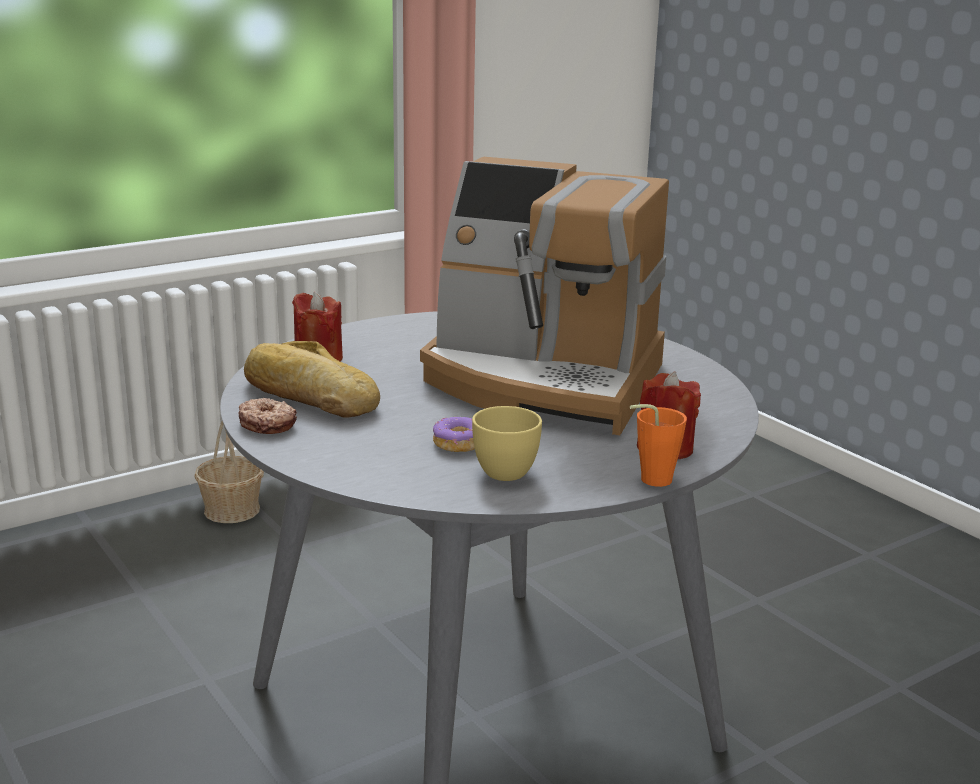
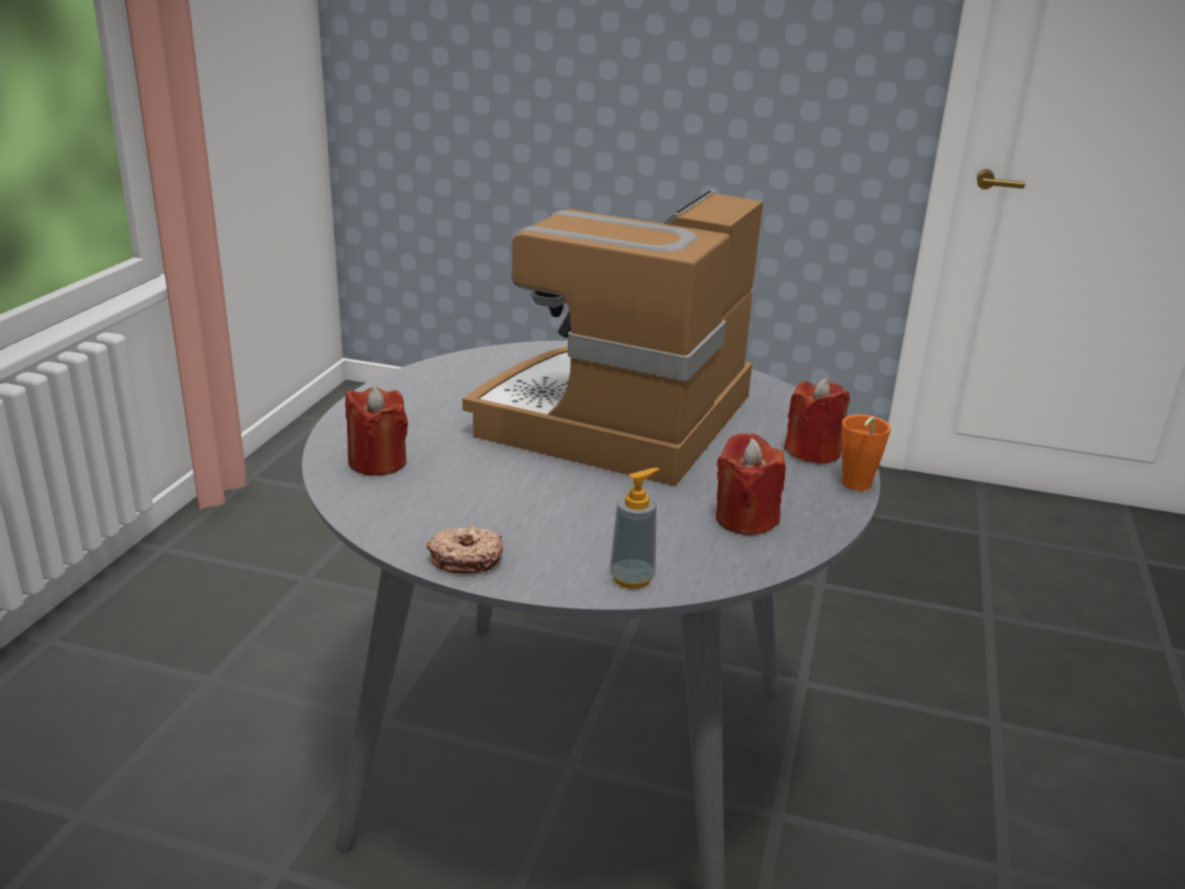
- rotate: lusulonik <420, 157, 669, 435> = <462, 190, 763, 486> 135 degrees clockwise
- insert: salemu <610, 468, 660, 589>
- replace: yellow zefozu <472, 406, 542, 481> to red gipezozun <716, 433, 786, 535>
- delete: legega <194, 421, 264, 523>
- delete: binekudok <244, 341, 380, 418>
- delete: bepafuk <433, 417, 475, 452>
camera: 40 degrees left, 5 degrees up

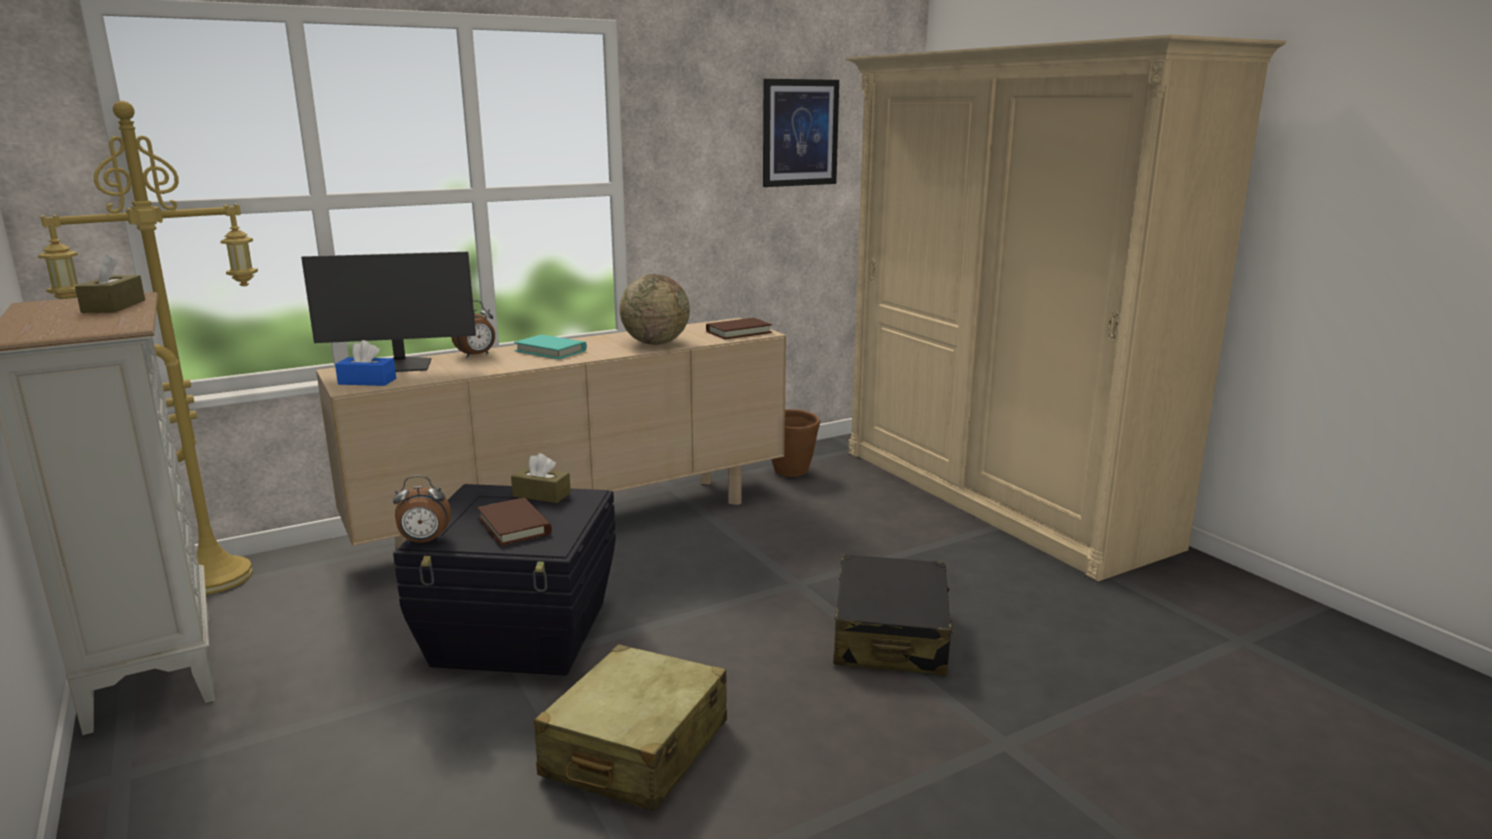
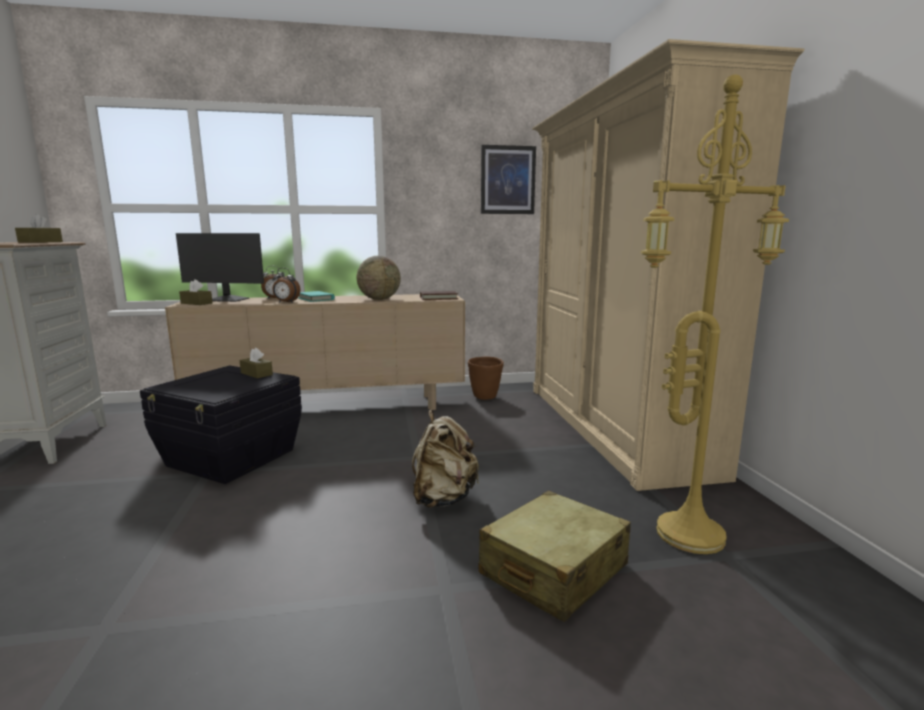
- recolor: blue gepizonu <335, 340, 396, 386> to brown gepizonu <179, 279, 213, 305>
- move: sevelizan <393, 476, 451, 544> to <272, 268, 300, 303>
- replace: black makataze <833, 555, 954, 676> to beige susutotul <412, 409, 479, 508>
- move: beige makataze <534, 644, 727, 812> to <478, 491, 631, 622>
- move: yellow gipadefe <38, 101, 258, 595> to <641, 74, 789, 554>
- delete: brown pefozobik <477, 498, 552, 546>
camera: 20 degrees right, 5 degrees down

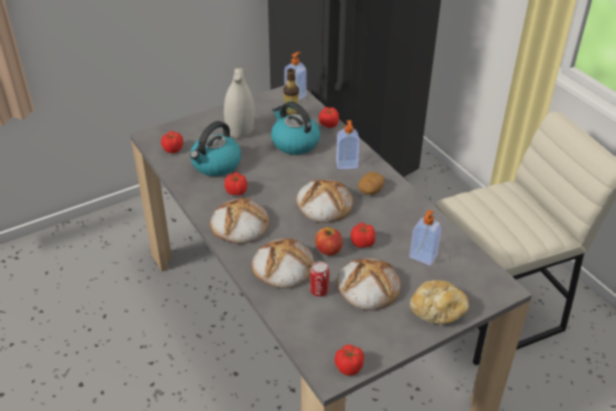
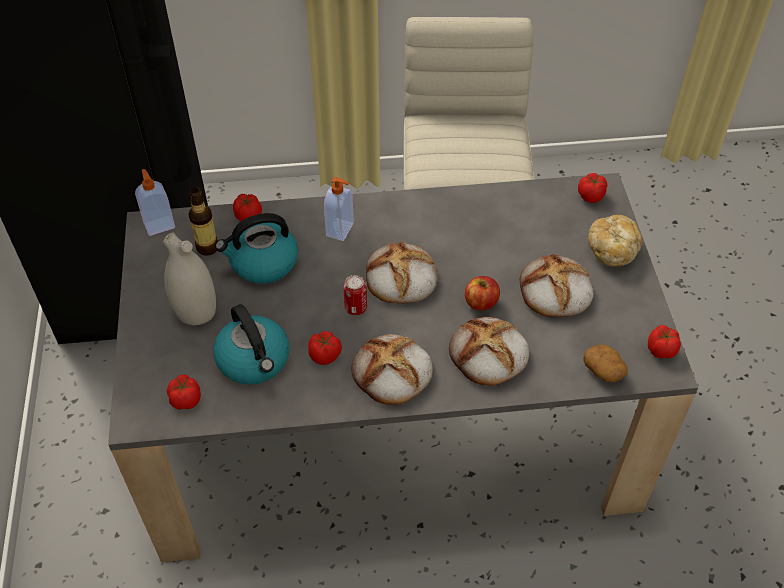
- move: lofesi <310, 261, 330, 297> to <344, 275, 367, 315>
- move: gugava <351, 223, 375, 248> to <578, 173, 607, 203>
- move: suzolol <358, 172, 385, 195> to <583, 344, 628, 382>
- delete: salemu <409, 210, 442, 266>
camera: 65 degrees left, 10 degrees up

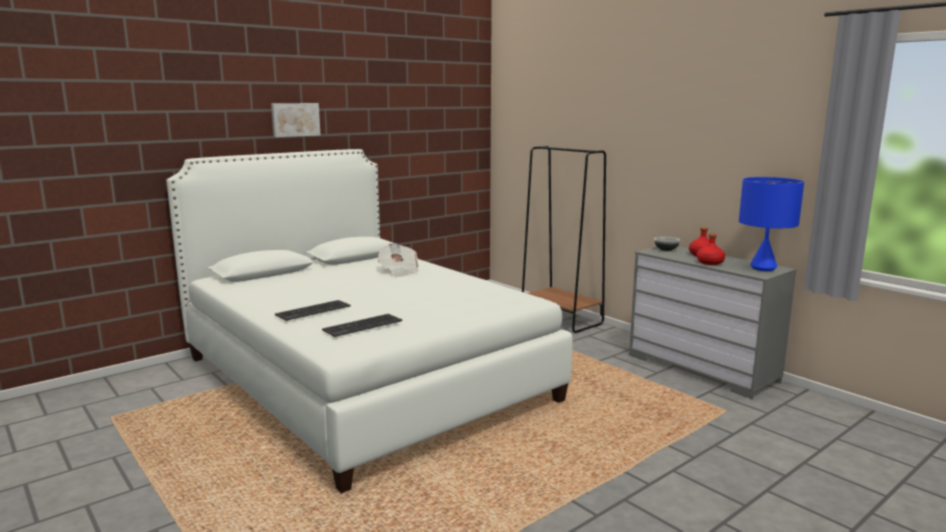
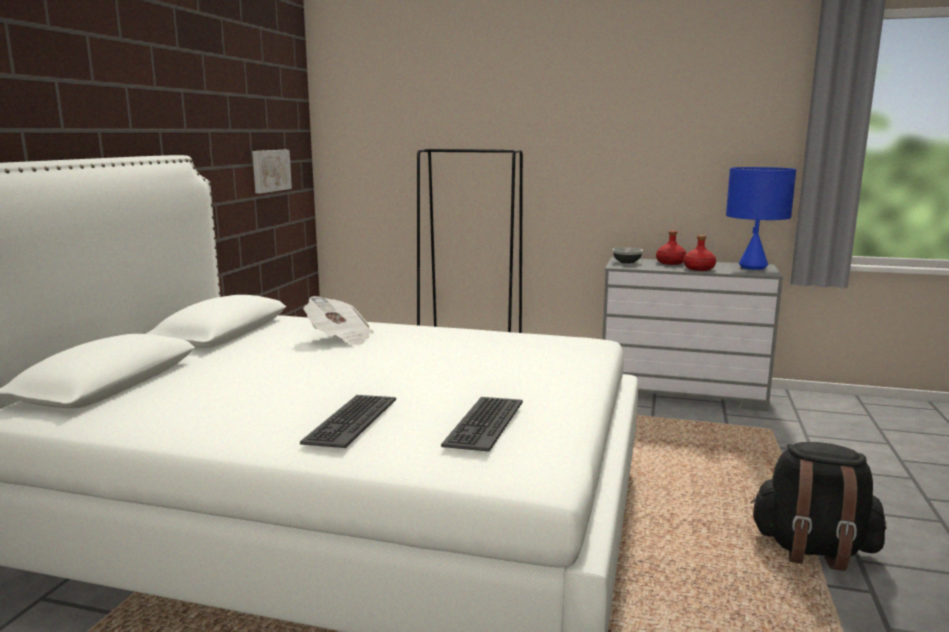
- move: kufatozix <271, 103, 320, 137> to <252, 150, 292, 193>
- insert: black susutotul <751, 442, 887, 571>
camera: 35 degrees left, 0 degrees up

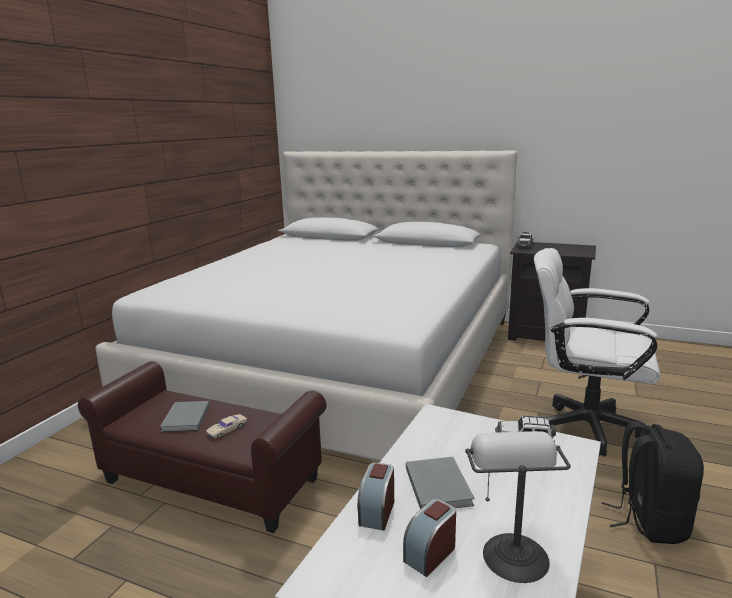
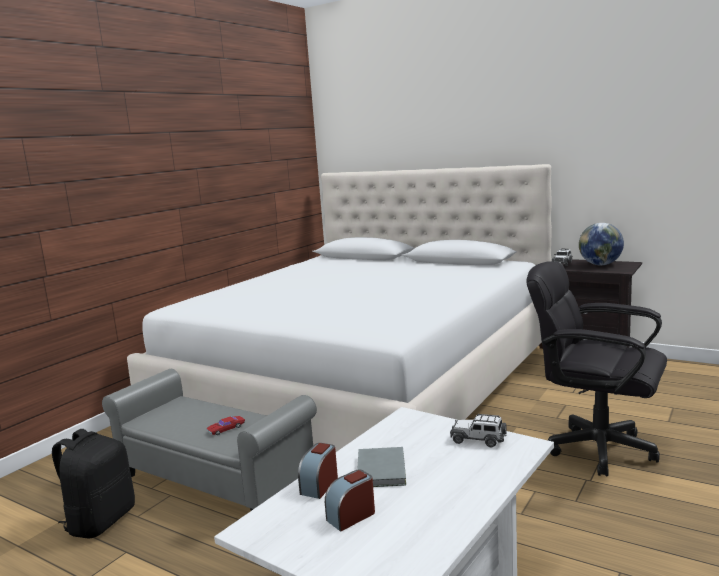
- move: black susutotul <602, 421, 704, 544> to <52, 429, 135, 539>
- recolor: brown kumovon <78, 361, 326, 533> to grey kumovon <102, 369, 317, 511>
- recolor: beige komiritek <206, 414, 247, 438> to red komiritek <207, 416, 245, 435>
- recolor: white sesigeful <534, 248, 660, 457> to black sesigeful <526, 261, 667, 476>
- insert: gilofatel <579, 223, 624, 265>
- delete: grey pefozobik <160, 401, 210, 432>
- delete: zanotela <465, 431, 571, 583>
camera: 10 degrees right, 5 degrees down

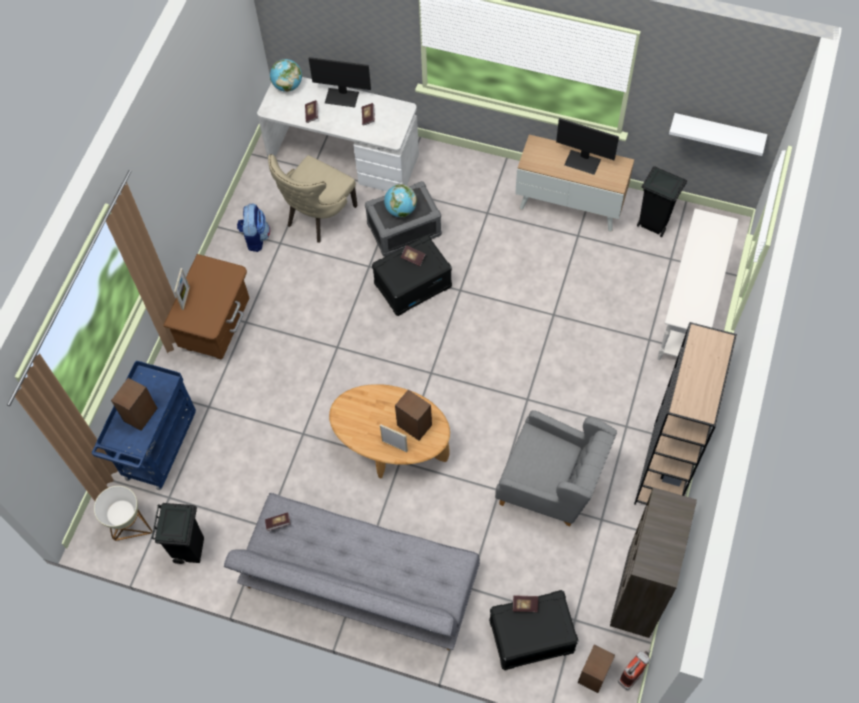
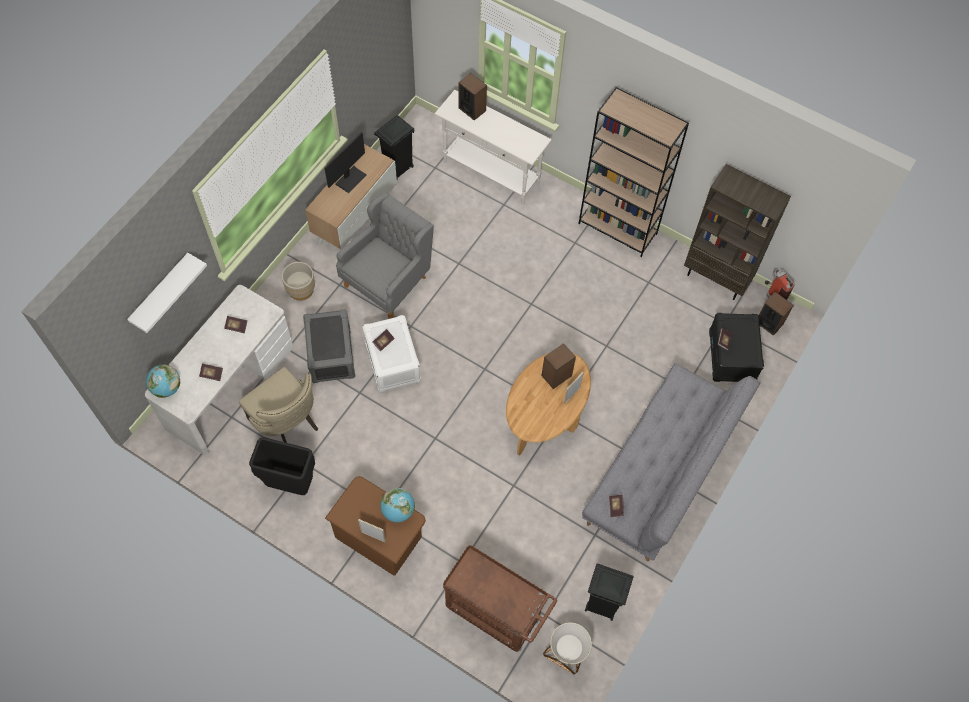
- move: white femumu <669, 113, 767, 156> to <127, 253, 207, 333>
- replace: susutotul <237, 203, 270, 252> to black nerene <249, 437, 315, 495>
- insert: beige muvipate <282, 262, 315, 301>
- move: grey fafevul <495, 410, 617, 526> to <336, 192, 434, 319>
- recolor: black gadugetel <372, 235, 452, 316> to white gadugetel <362, 315, 421, 392>
- move: gilofatel <384, 184, 417, 218> to <380, 488, 415, 522>
- recolor: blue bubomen <92, 361, 196, 490> to brown bubomen <443, 545, 557, 652>
- move: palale <111, 378, 158, 431> to <458, 73, 487, 120>
- delete: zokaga <309, 57, 371, 107>
camera: 80 degrees left, 0 degrees up

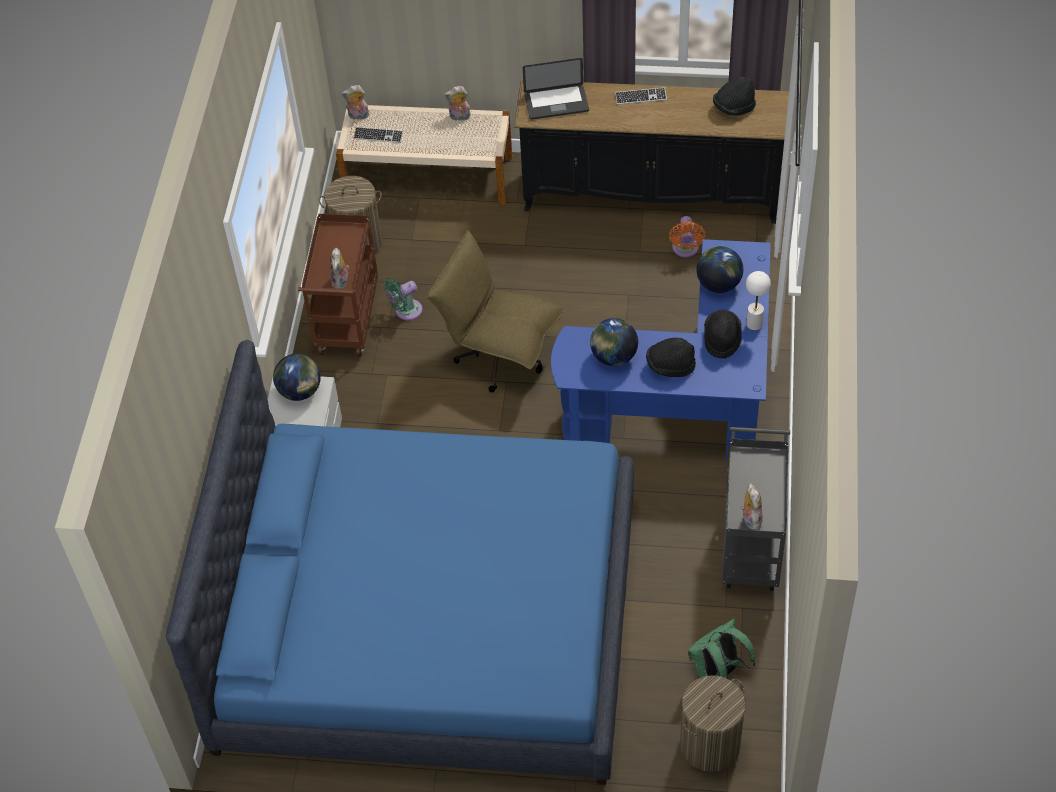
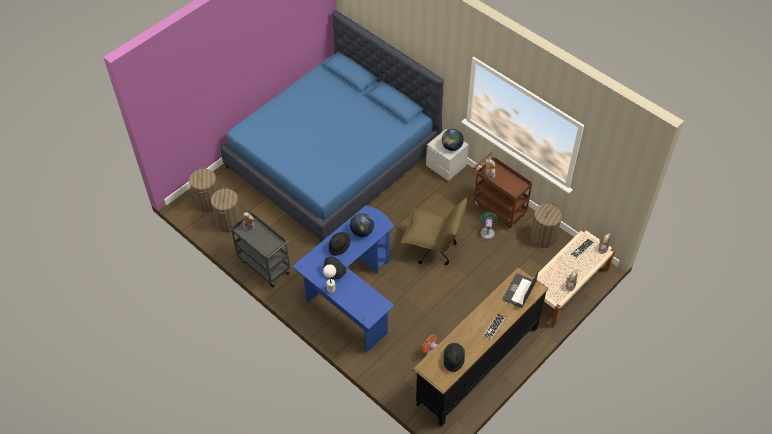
- replace: green susutotul <688, 619, 755, 679> to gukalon <211, 187, 242, 233>
- rotate: beige sesigeful <427, 230, 565, 392> = <401, 198, 467, 265> 45 degrees clockwise
- delete: gilofatel <696, 246, 743, 293>
camera: 125 degrees right, 0 degrees up

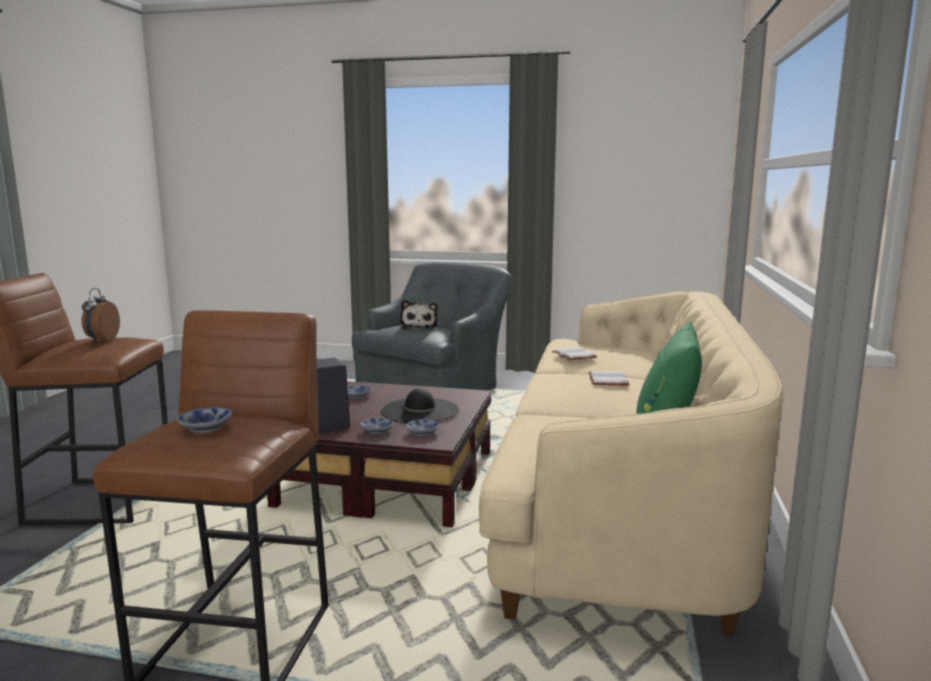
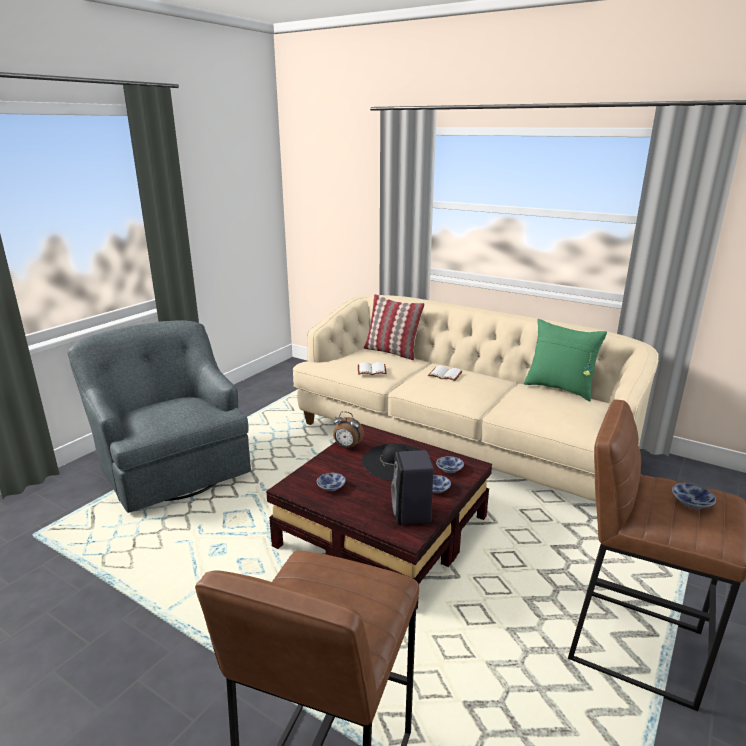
- move: sevelizan <81, 288, 120, 343> to <333, 411, 364, 449>
- insert: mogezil <364, 294, 425, 360>
- delete: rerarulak <400, 299, 438, 330>
camera: 70 degrees left, 10 degrees up

